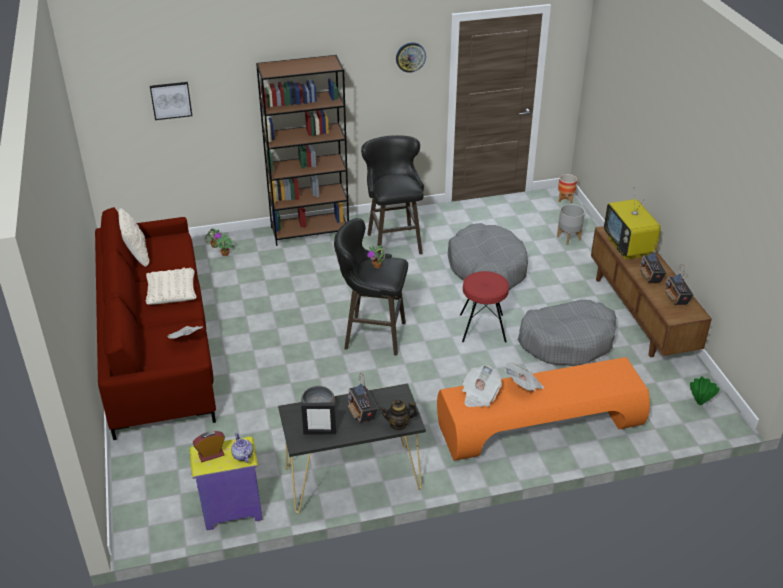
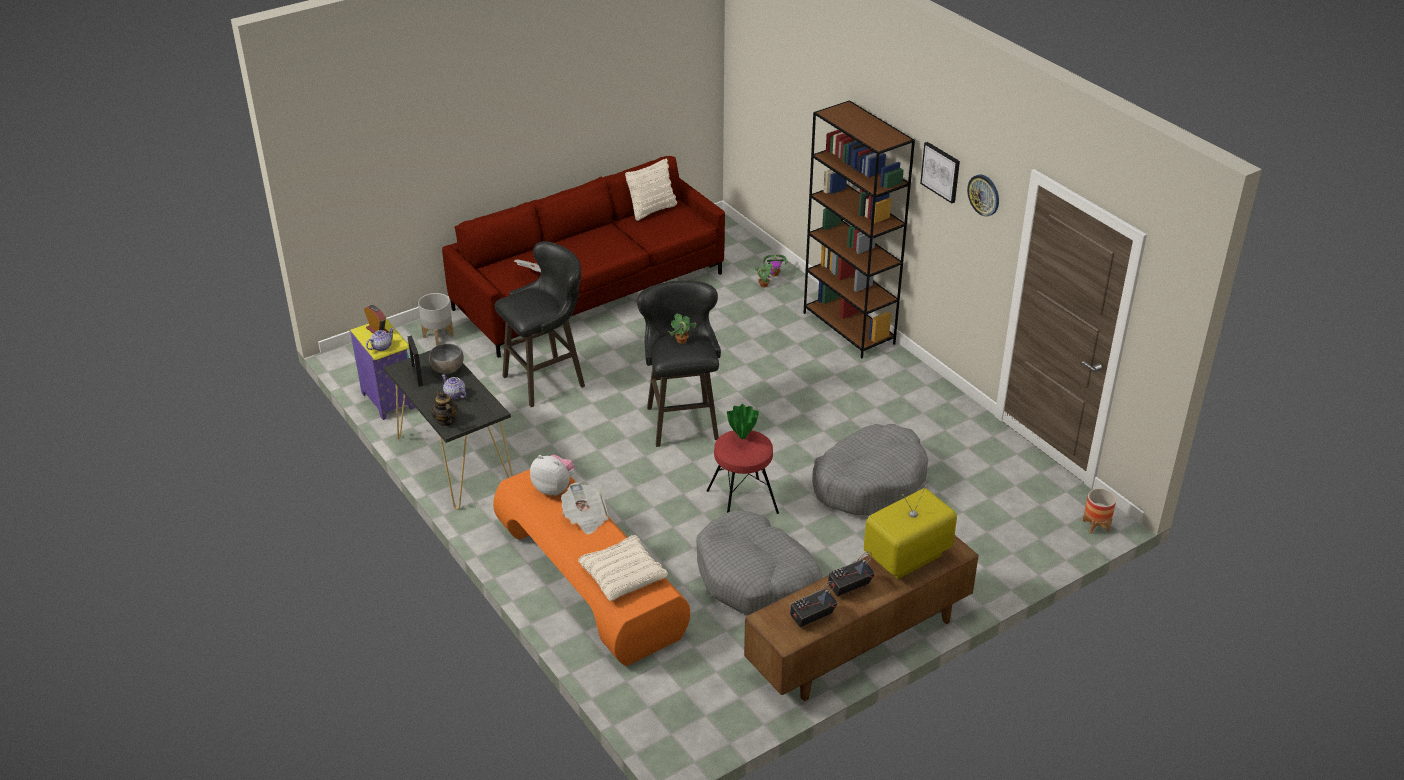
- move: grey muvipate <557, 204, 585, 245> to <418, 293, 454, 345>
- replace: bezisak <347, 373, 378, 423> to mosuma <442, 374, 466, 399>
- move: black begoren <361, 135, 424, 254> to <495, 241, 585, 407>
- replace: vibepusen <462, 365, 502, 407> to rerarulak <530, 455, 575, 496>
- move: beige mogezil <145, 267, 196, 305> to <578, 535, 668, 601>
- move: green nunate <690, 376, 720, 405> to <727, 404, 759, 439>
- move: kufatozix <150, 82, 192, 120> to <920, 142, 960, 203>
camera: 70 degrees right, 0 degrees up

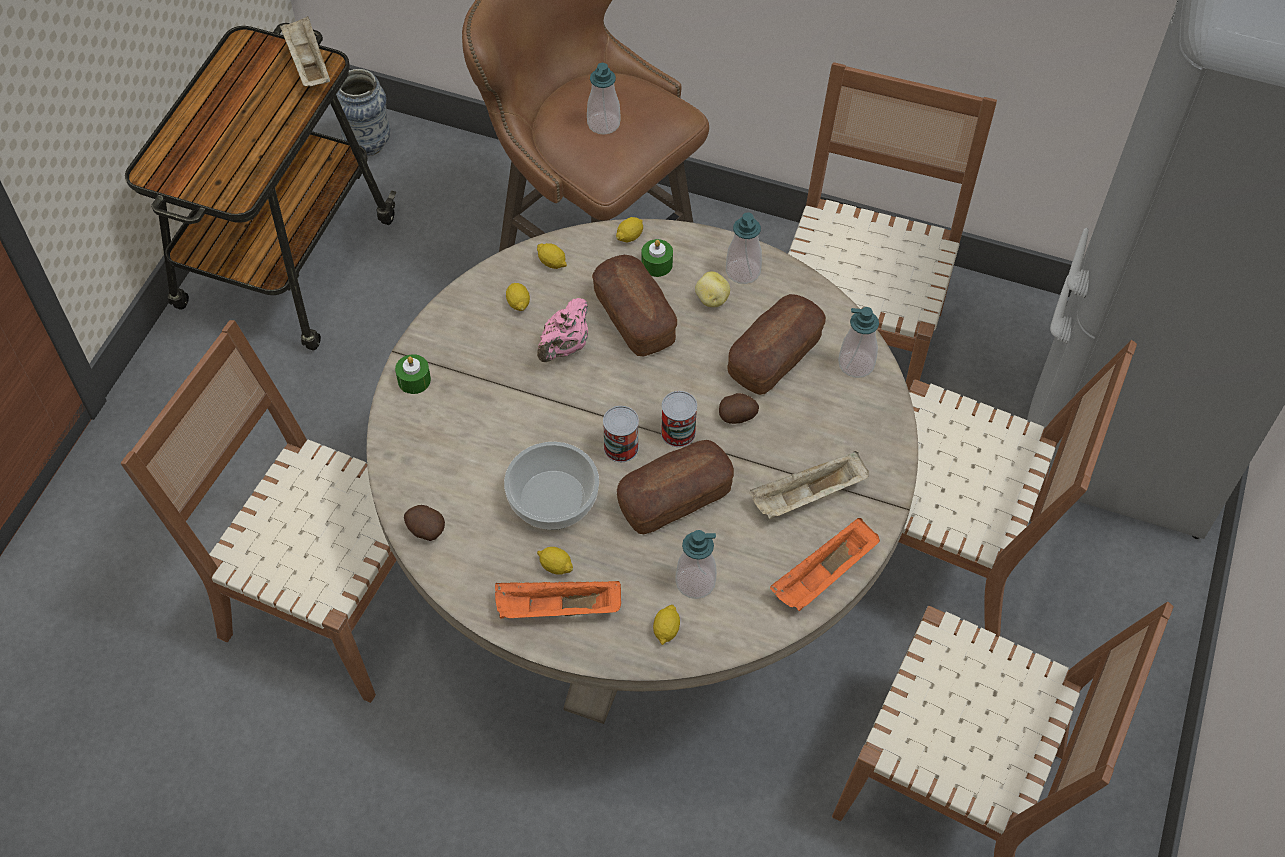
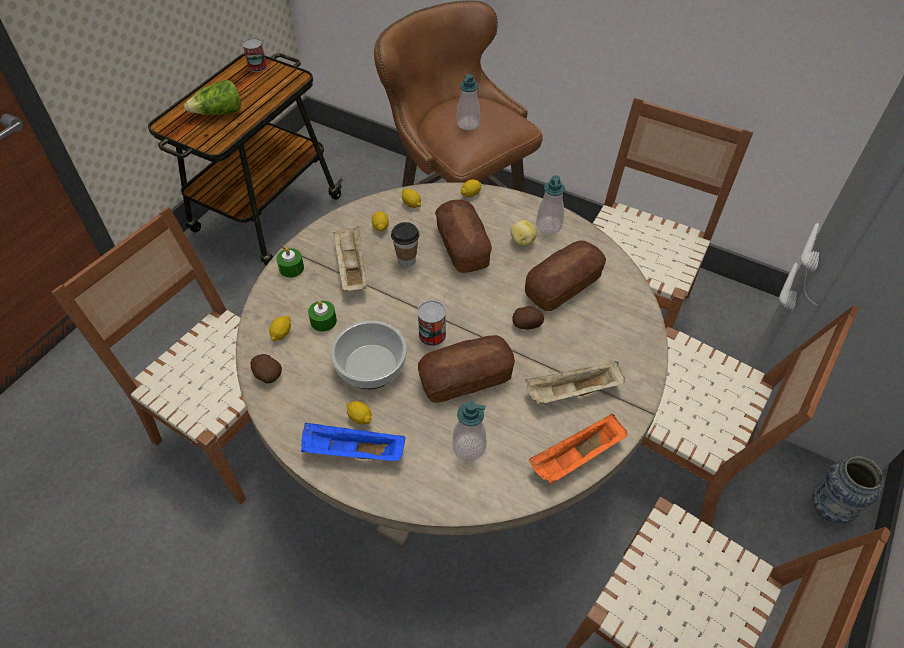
- insert: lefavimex <184, 80, 241, 115>
- move: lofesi <661, 391, 697, 447> to <243, 38, 267, 72>
- move: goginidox <653, 604, 680, 645> to <269, 316, 291, 341>
- recolor: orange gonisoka <495, 581, 621, 619> to blue gonisoka <301, 423, 405, 461>
- move: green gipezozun <641, 239, 673, 277> to <308, 301, 337, 332>
- move: beige gonisoka <280, 16, 330, 87> to <333, 226, 367, 291>
- replace: pink mosuma <537, 298, 588, 362> to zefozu <391, 222, 419, 267>
- move: nunate <336, 69, 390, 156> to <812, 456, 884, 523>
- delete: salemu <838, 307, 879, 378>
camera: 10 degrees right, 5 degrees down

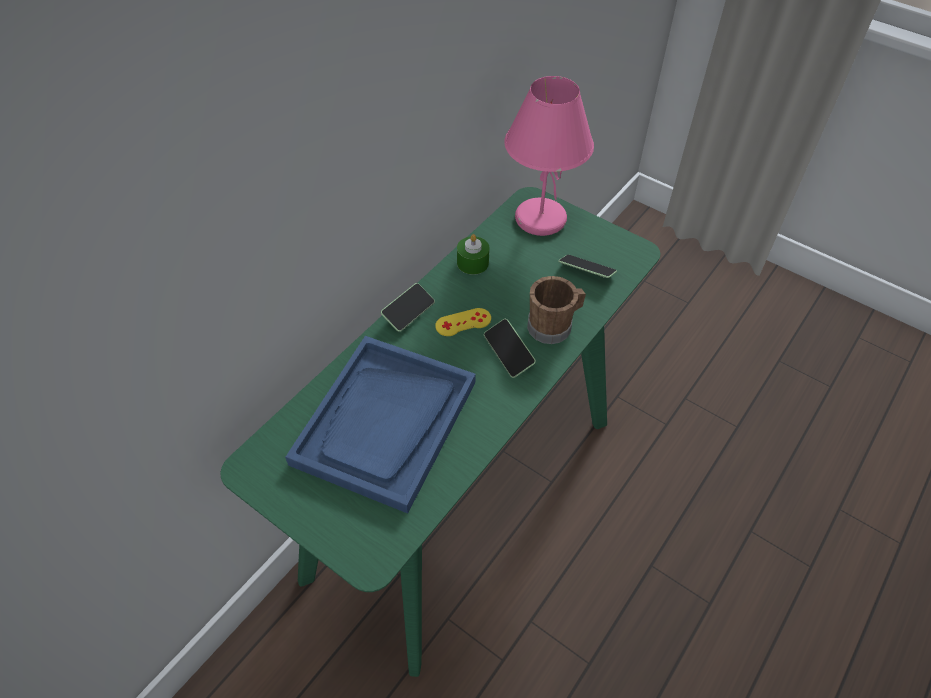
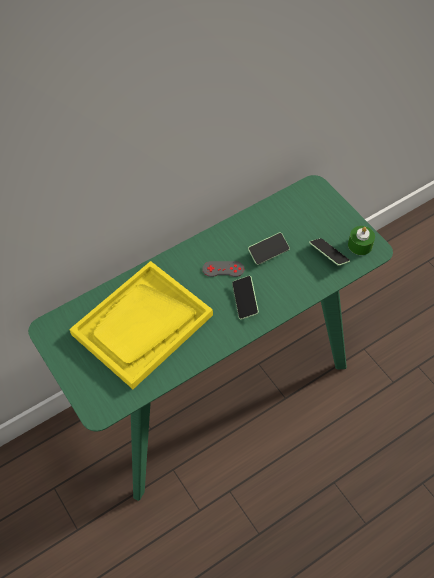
- recolor: blue gonisoka <285, 336, 476, 514> to yellow gonisoka <69, 261, 213, 389>
- recolor: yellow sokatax <435, 308, 491, 336> to grey sokatax <202, 261, 244, 277>
- move: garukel <381, 283, 435, 332> to <248, 232, 290, 265>
- move: green gipezozun <457, 234, 490, 275> to <348, 226, 375, 255>
- delete: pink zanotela <504, 76, 594, 236>
- delete: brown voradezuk <527, 276, 586, 344>
camera: 20 degrees right, 5 degrees up

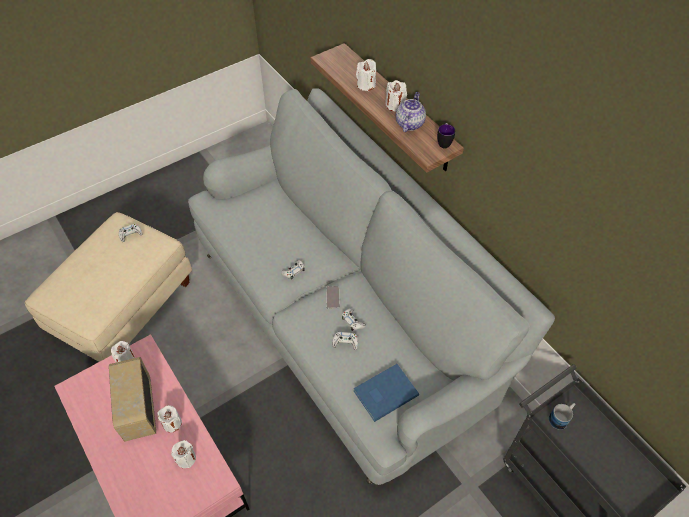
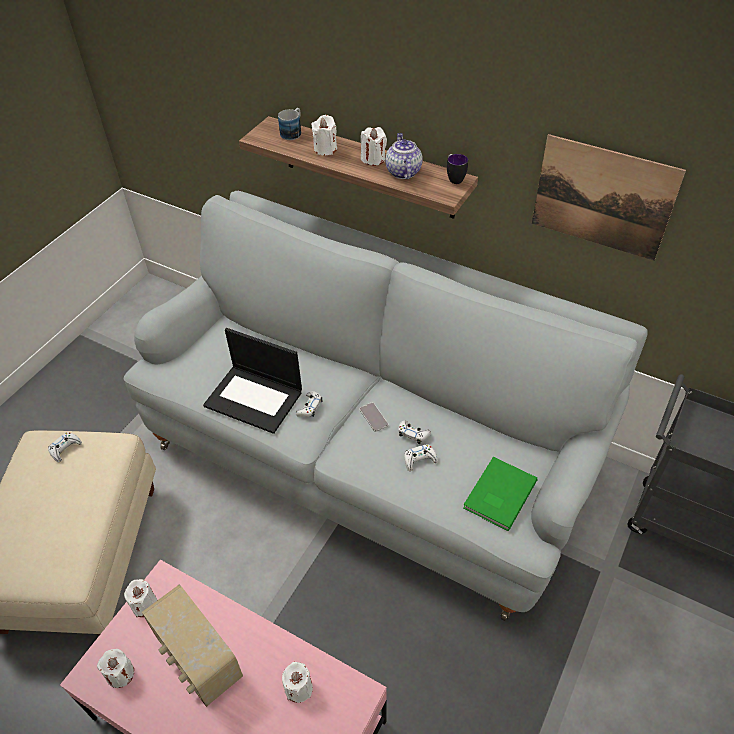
- move: white gipezozun <157, 405, 182, 432> to <97, 649, 134, 688>
- insert: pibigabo <203, 328, 302, 434>
- move: voradezuk <549, 403, 575, 430> to <278, 108, 301, 140>
- recolor: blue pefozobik <354, 364, 419, 422> to green pefozobik <463, 457, 538, 531>
- insert: kufatozix <532, 134, 686, 261>
camera: 25 degrees left, 5 degrees down

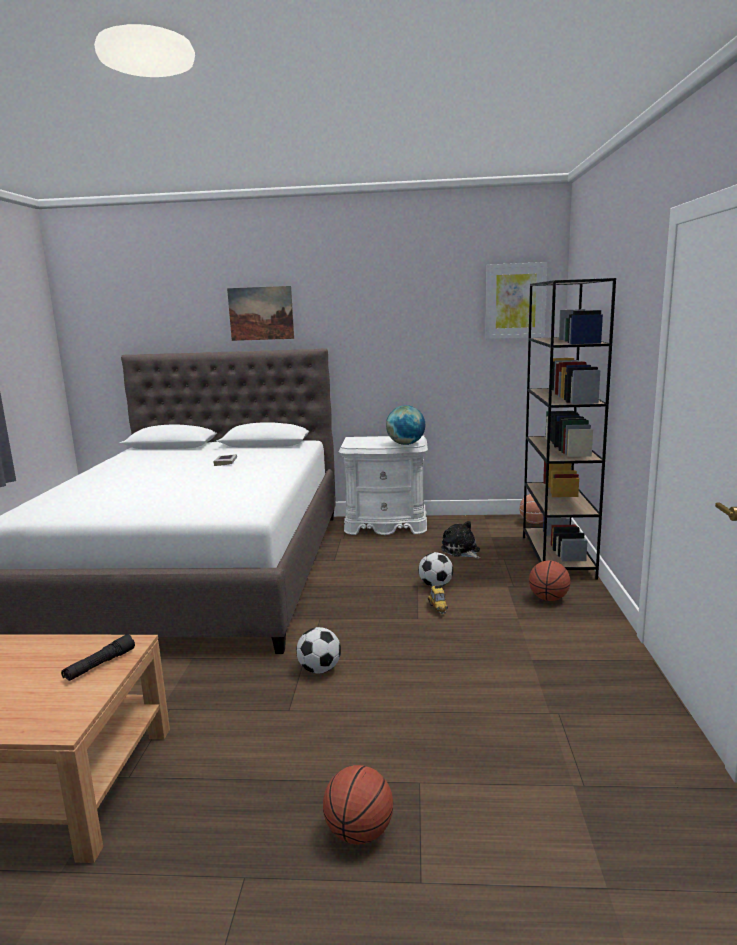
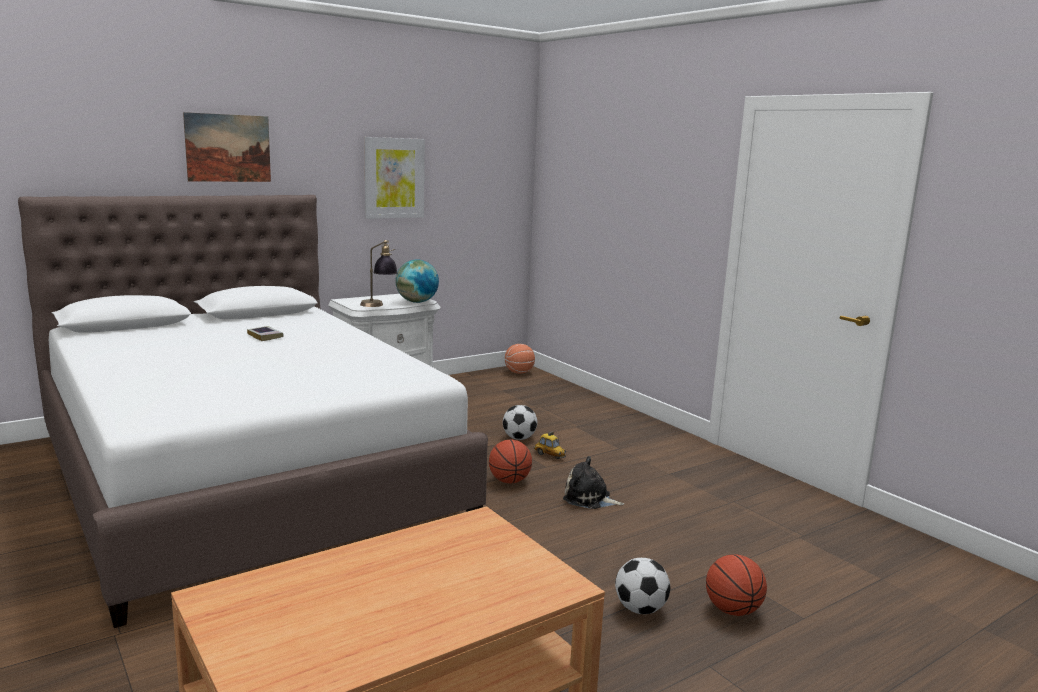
- insert: zanotela <360, 240, 398, 307>
- move: kufatozix <485, 262, 547, 339> to <364, 137, 425, 219>
- move: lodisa <529, 560, 570, 601> to <489, 439, 532, 483>
- move: rerarulak <441, 521, 480, 559> to <563, 456, 624, 509>
- move: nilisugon <296, 627, 341, 673> to <615, 558, 670, 614>
- delete: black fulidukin <61, 634, 135, 681>
- delete: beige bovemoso <523, 278, 616, 580>
camera: 40 degrees left, 0 degrees up

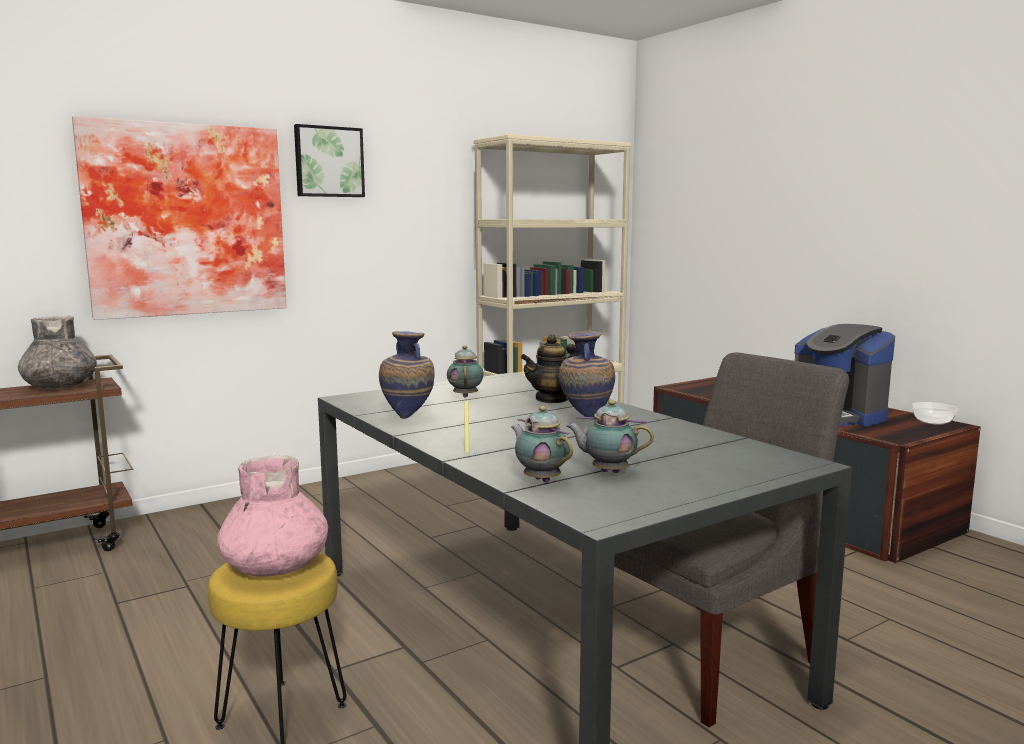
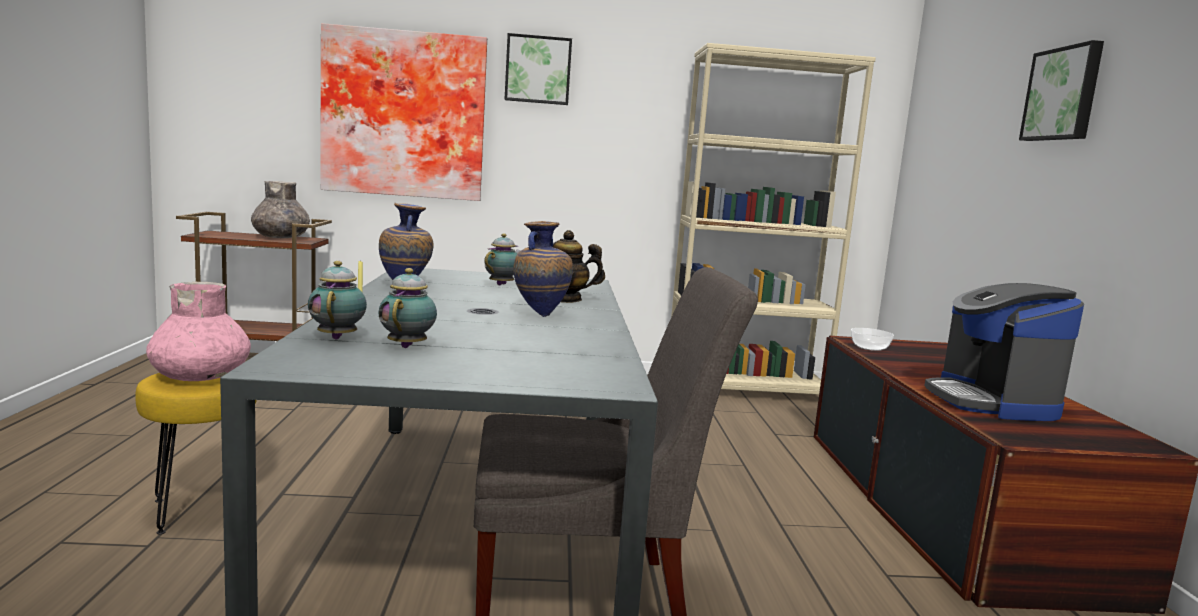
- rotate: mosuma <566, 400, 654, 473> = <378, 268, 437, 348> 45 degrees clockwise
- move: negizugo <912, 402, 958, 425> to <851, 328, 894, 351>
- insert: kufatozix <1019, 40, 1104, 141>
camera: 30 degrees right, 0 degrees up

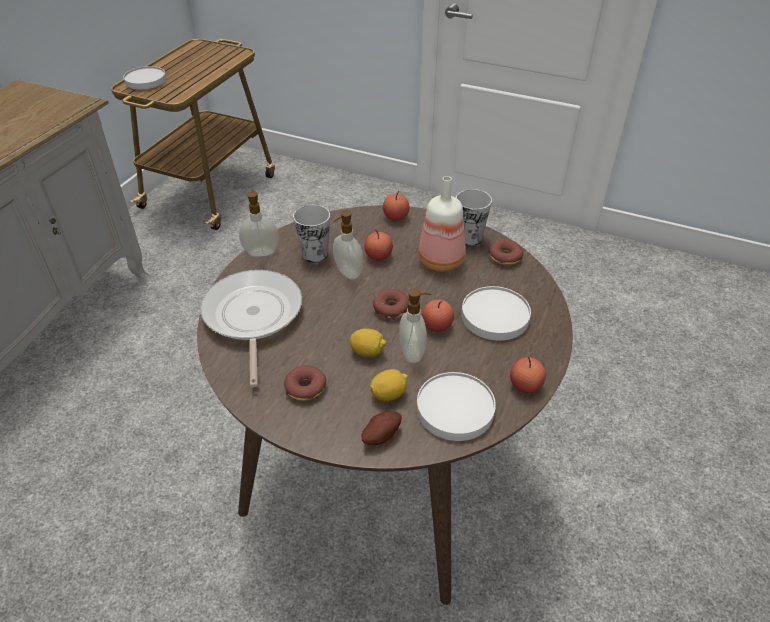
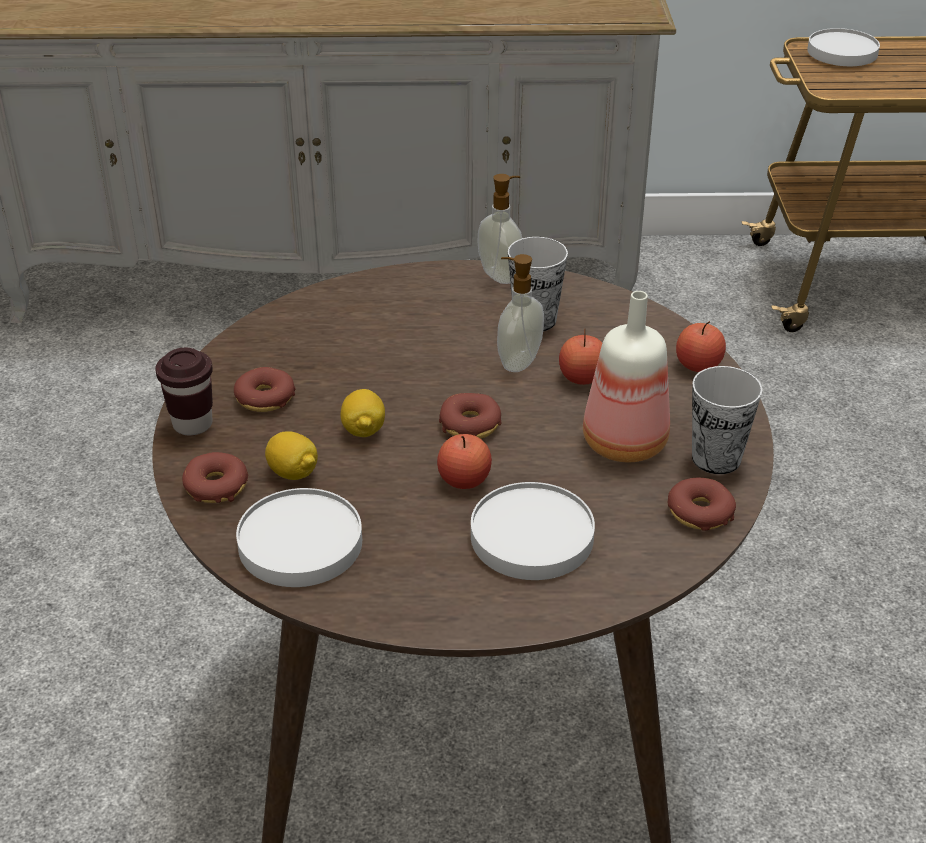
- insert: brown zefozu <155, 348, 213, 435>
- replace: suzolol <361, 411, 402, 445> to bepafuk <182, 452, 248, 503>
- delete: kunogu <200, 270, 302, 387>
- delete: salemu <399, 288, 431, 363>
- delete: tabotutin <510, 357, 546, 393>
camera: 65 degrees right, 5 degrees down

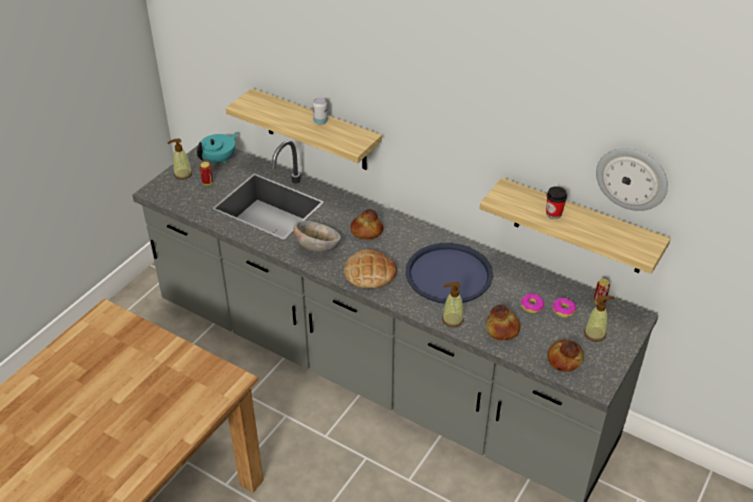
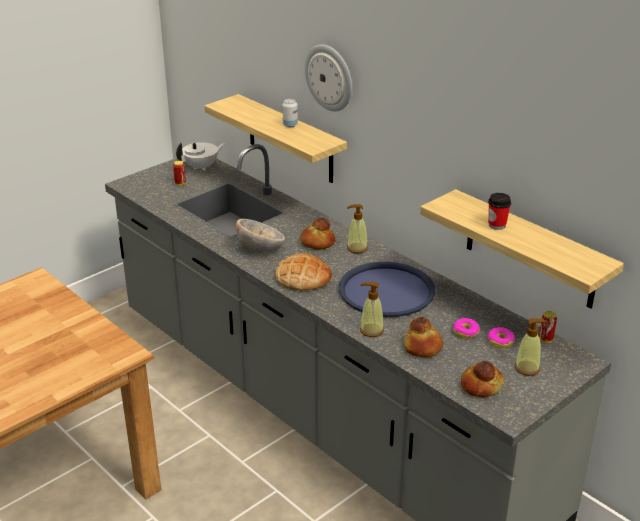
- recolor: turquoise mosuma <197, 132, 238, 163> to white mosuma <176, 142, 225, 171>
- move: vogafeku <596, 148, 668, 211> to <305, 44, 352, 111>
- move: salemu <167, 138, 192, 180> to <347, 204, 368, 254>
camera: 15 degrees right, 10 degrees down

